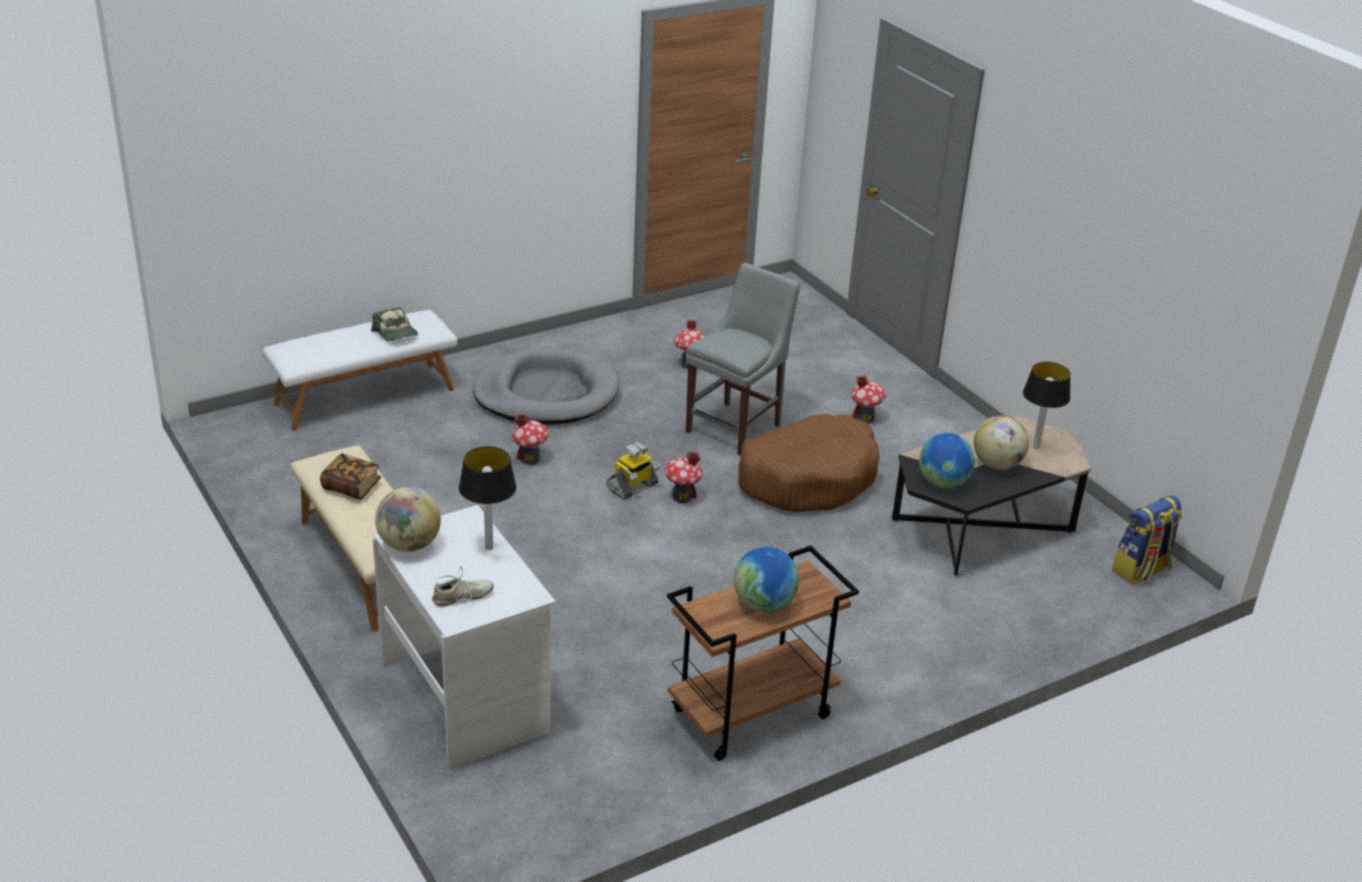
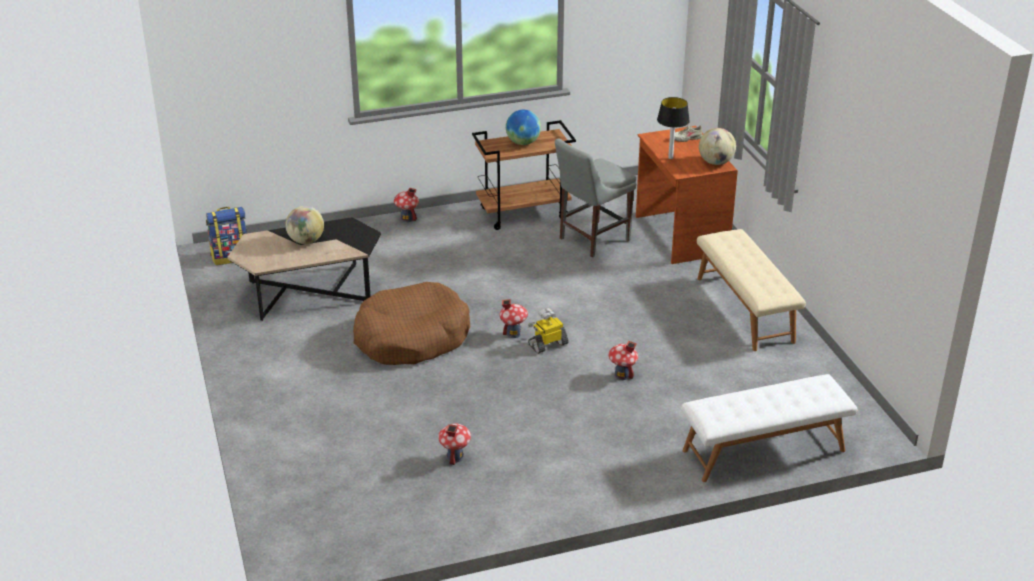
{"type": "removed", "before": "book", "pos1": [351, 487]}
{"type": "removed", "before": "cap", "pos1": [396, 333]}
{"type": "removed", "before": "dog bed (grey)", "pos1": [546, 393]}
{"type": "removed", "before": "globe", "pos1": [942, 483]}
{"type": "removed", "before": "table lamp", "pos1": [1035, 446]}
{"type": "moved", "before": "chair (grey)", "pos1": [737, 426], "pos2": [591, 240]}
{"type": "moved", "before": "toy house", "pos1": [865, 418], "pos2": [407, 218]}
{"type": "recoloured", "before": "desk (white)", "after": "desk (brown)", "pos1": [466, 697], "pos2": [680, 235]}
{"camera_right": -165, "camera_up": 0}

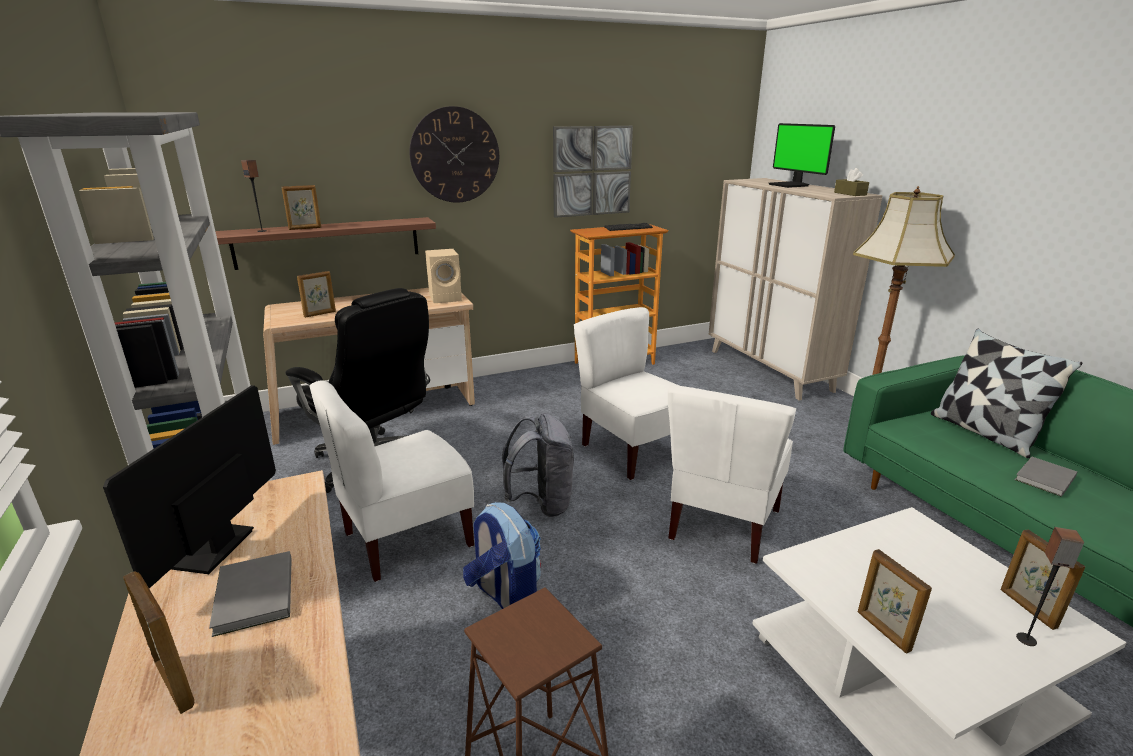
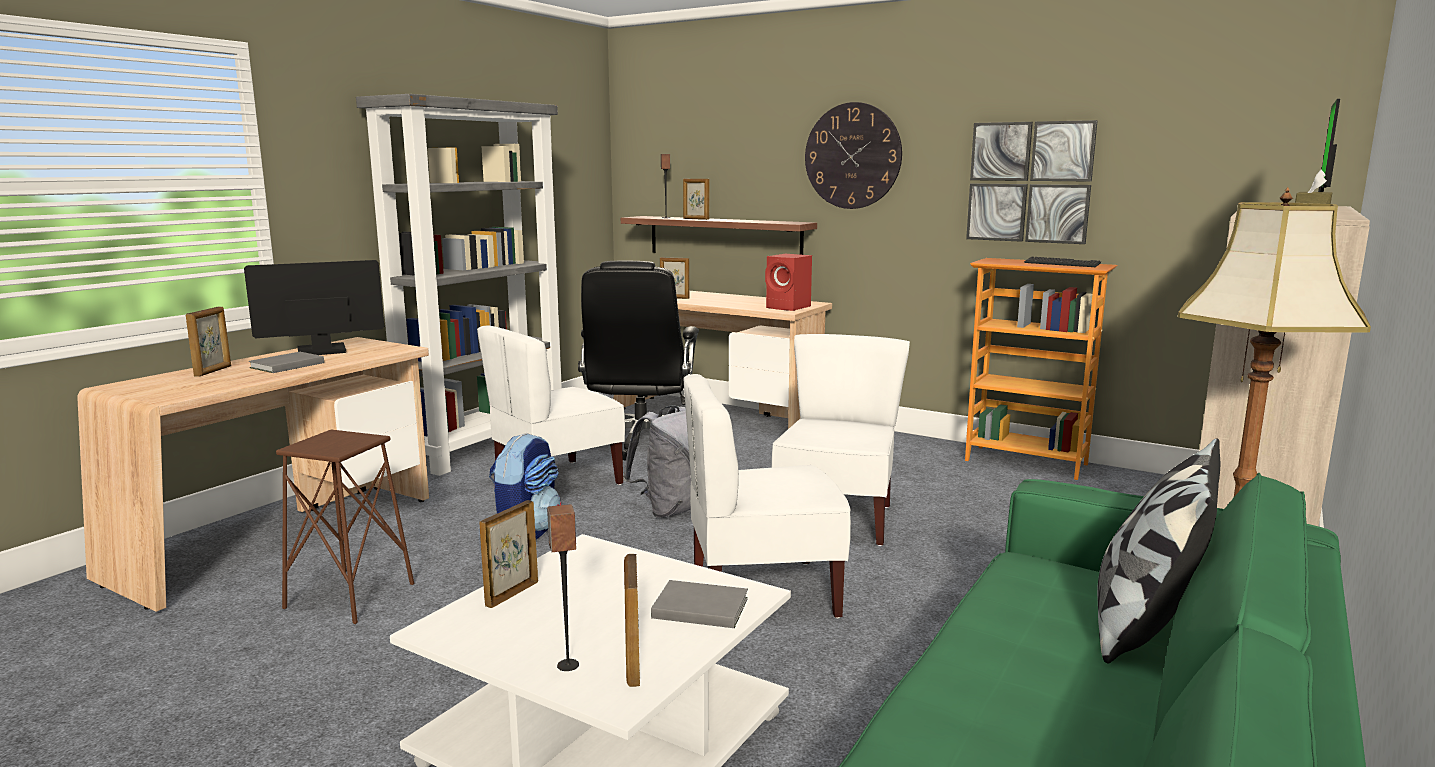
{"type": "moved", "before": "book (grey)", "pos1": [1043, 478], "pos2": [698, 607]}
{"type": "recoloured", "before": "speaker (beige)", "after": "speaker (red)", "pos1": [446, 298], "pos2": [789, 307]}
{"type": "turned", "before": "chair (white)", "pos1": [407, 539], "pos2": [557, 483], "turn": -60}
{"type": "turned", "before": "picture frame", "pos1": [1027, 608], "pos2": [632, 665], "turn": -45}
{"camera_right": 55, "camera_up": -10}

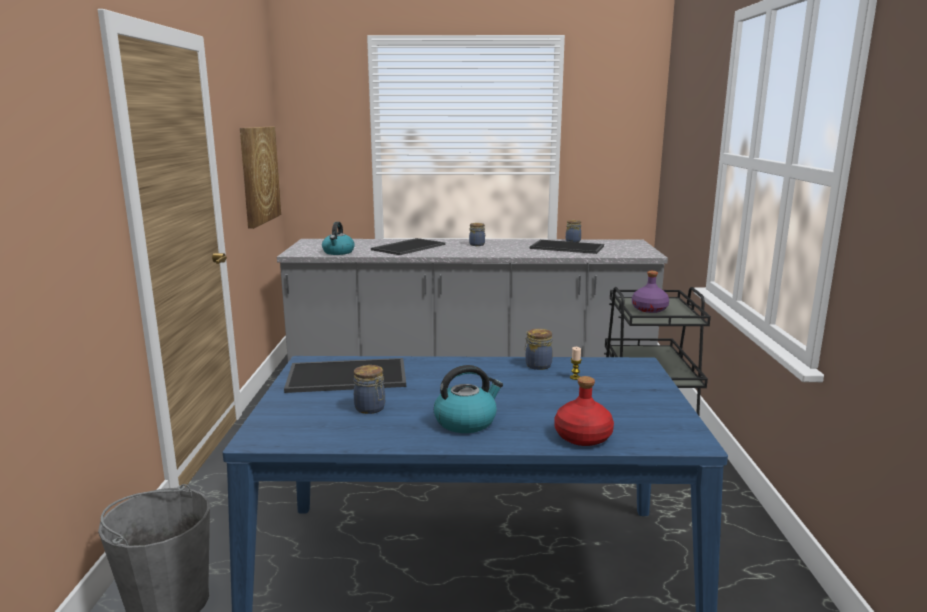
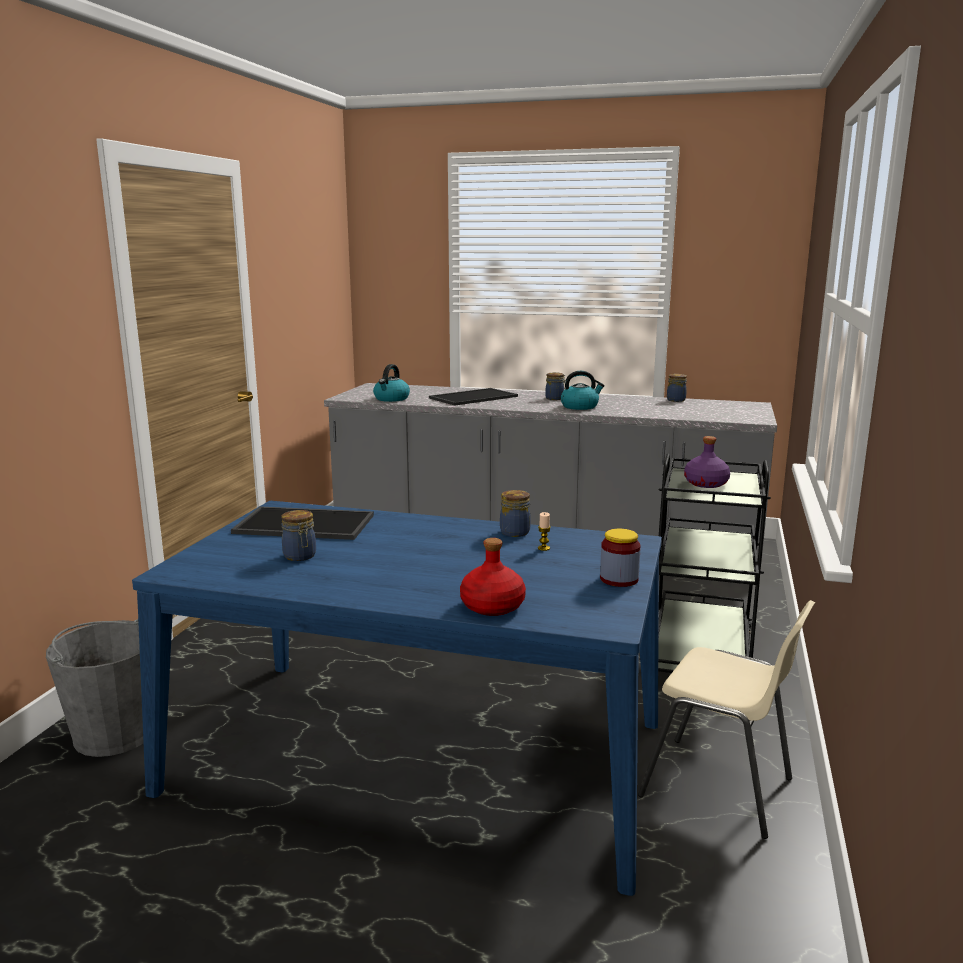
{"type": "removed", "before": "picture", "pos1": [259, 175]}
{"type": "removed", "before": "tray", "pos1": [566, 247]}
{"type": "added", "after": "jar", "pos2": [619, 579]}
{"type": "added", "after": "chair (beige)", "pos2": [720, 788]}
{"type": "moved", "before": "kettle", "pos1": [466, 421], "pos2": [580, 406]}
{"camera_right": 15, "camera_up": 0}

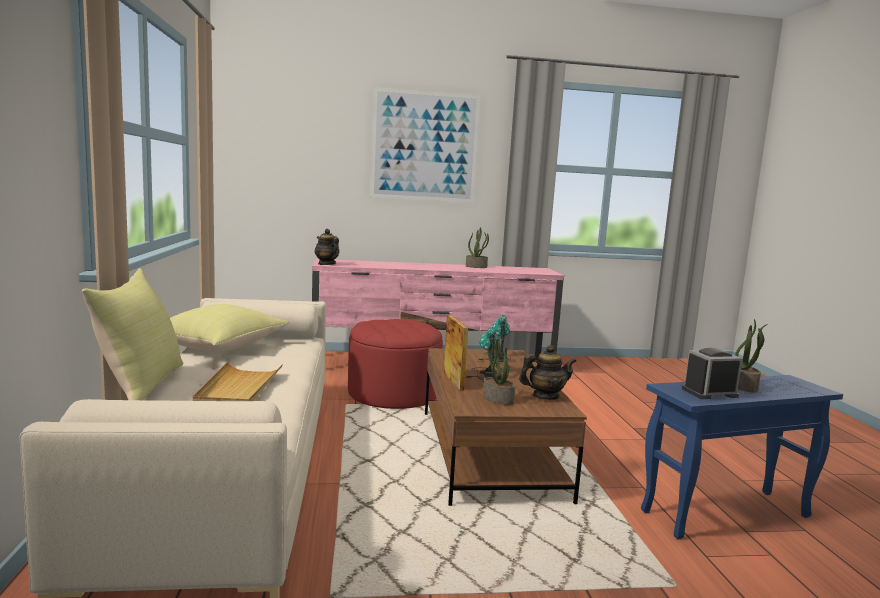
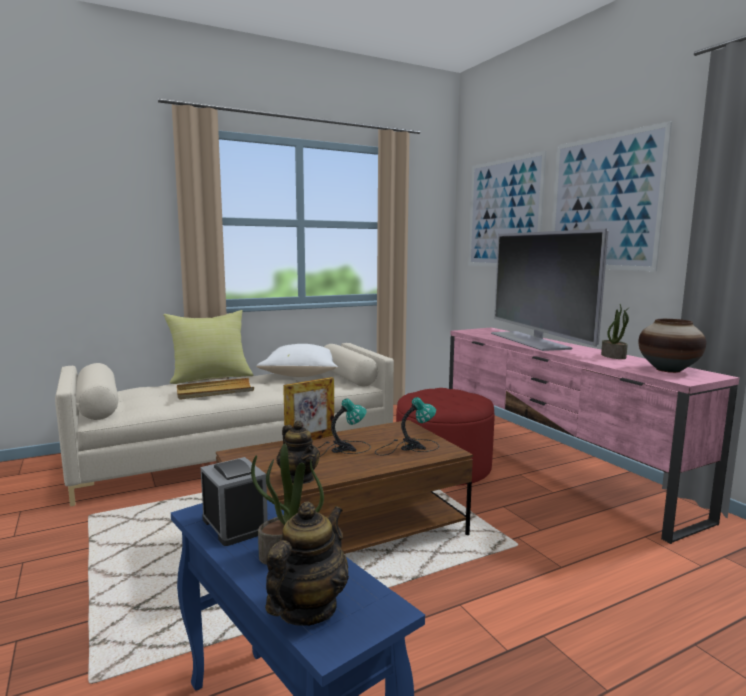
{"type": "removed", "before": "potted plant", "pos1": [497, 399]}
{"type": "added", "after": "picture", "pos2": [504, 213]}
{"type": "added", "after": "television", "pos2": [530, 340]}
{"type": "added", "after": "vase", "pos2": [668, 370]}
{"type": "moved", "before": "teapot", "pos1": [326, 264], "pos2": [307, 609]}
{"type": "recoloured", "before": "pillow (yellow)", "after": "pillow (white)", "pos1": [218, 347], "pos2": [302, 375]}
{"camera_right": 70, "camera_up": 0}

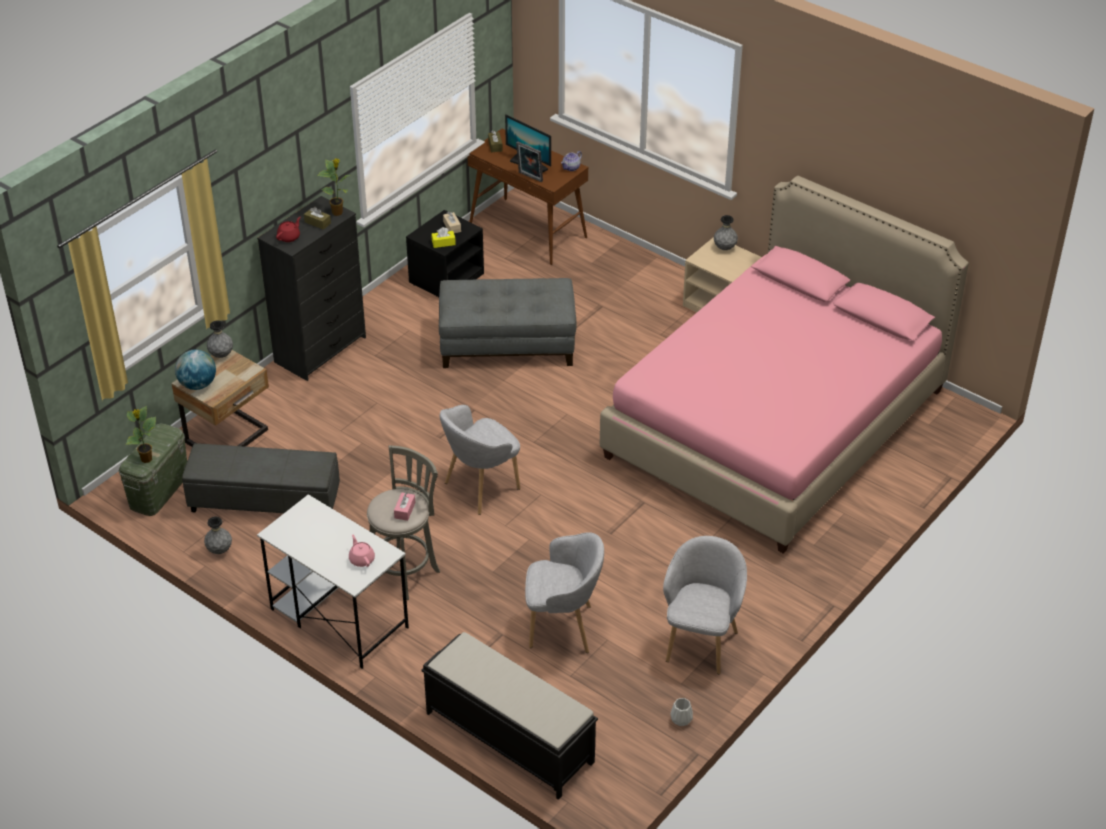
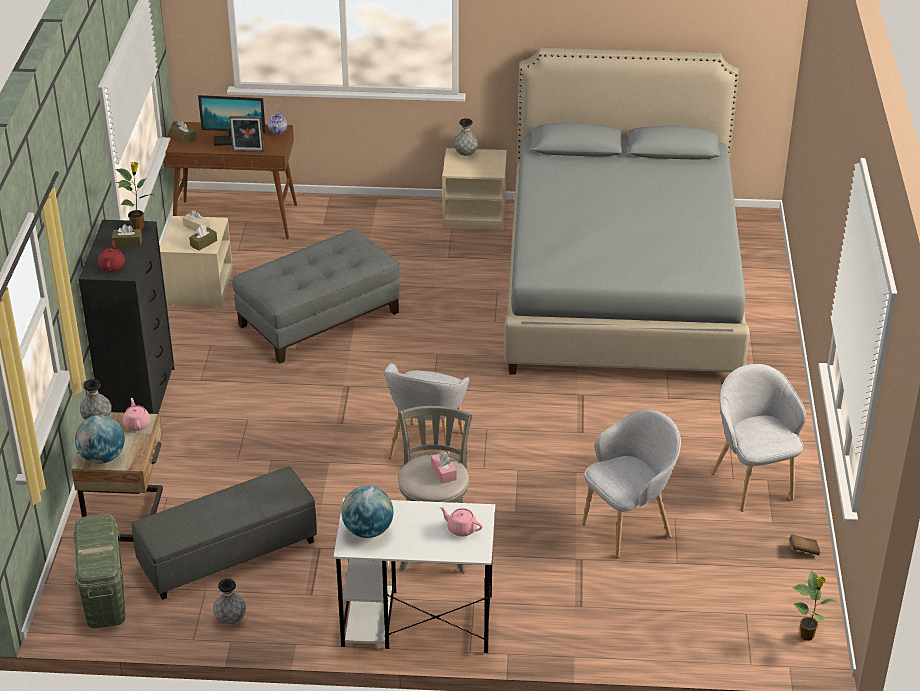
{"type": "removed", "before": "bench (black)", "pos1": [508, 737]}
{"type": "added", "after": "teapot (pink)", "pos2": [137, 424]}
{"type": "added", "after": "globe", "pos2": [368, 530]}
{"type": "moved", "before": "potted plant", "pos1": [146, 459], "pos2": [808, 636]}
{"type": "replaced", "before": "vase (white)", "after": "book (brown)", "pos1": [680, 719], "pos2": [803, 550]}
{"type": "recoloured", "before": "nightstand (black)", "after": "nightstand (beige)", "pos1": [446, 278], "pos2": [199, 287]}
{"type": "recoloured", "before": "tissue box (yellow)", "after": "tissue box (brown)", "pos1": [443, 243], "pos2": [203, 243]}
{"type": "recoloured", "before": "bed (pink)", "after": "bed (grey)", "pos1": [775, 423], "pos2": [621, 286]}
{"camera_right": -35, "camera_up": -5}

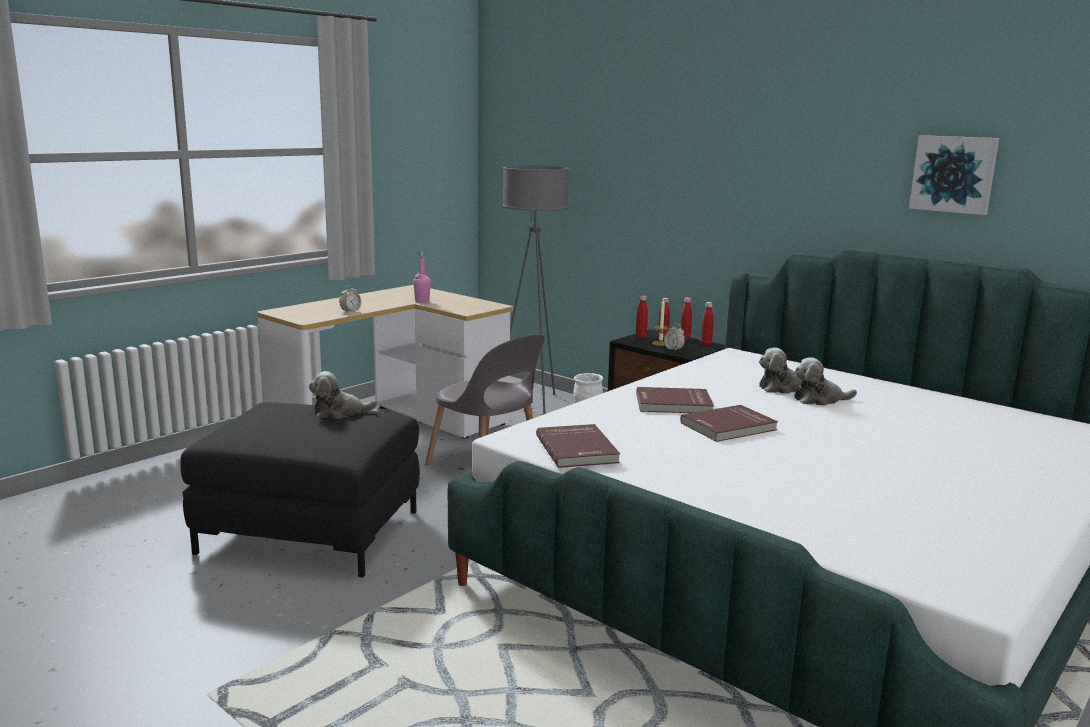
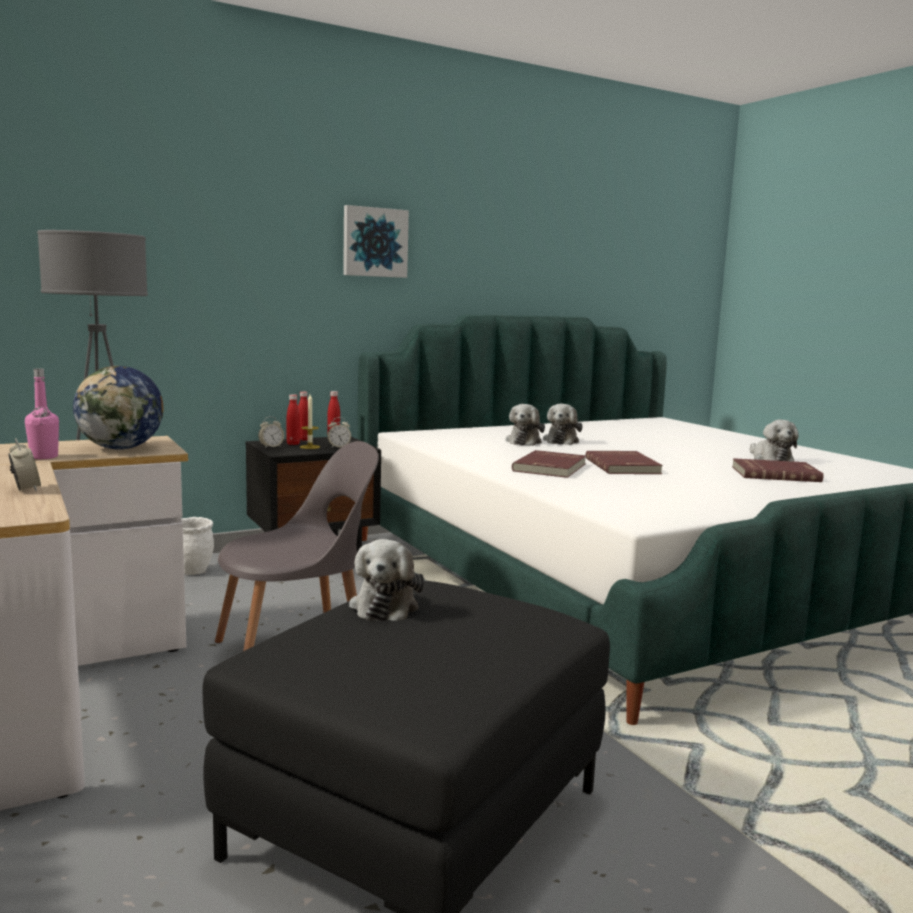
{"type": "added", "after": "globe", "pos2": [121, 448]}
{"type": "added", "after": "plush toy", "pos2": [770, 459]}
{"type": "moved", "before": "book (red)", "pos1": [578, 449], "pos2": [775, 474]}
{"type": "moved", "before": "picture", "pos1": [954, 174], "pos2": [374, 242]}
{"type": "replaced", "before": "bottle (red)", "after": "alarm clock", "pos1": [641, 336], "pos2": [271, 447]}
{"camera_right": -70, "camera_up": -5}

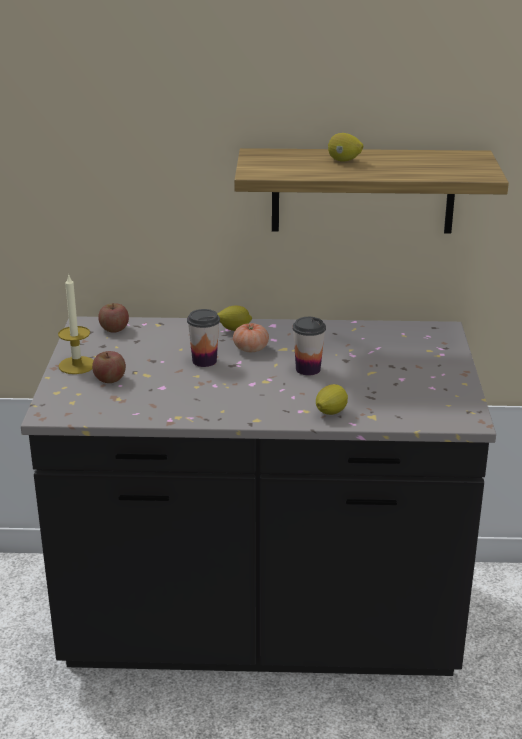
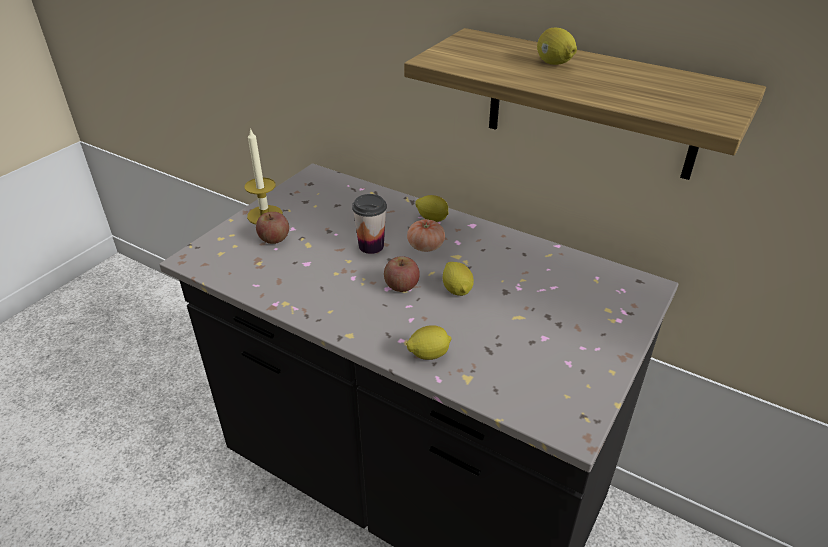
{"type": "moved", "before": "apple", "pos1": [114, 329], "pos2": [401, 286]}
{"type": "replaced", "before": "cup", "after": "lemon", "pos1": [308, 369], "pos2": [457, 290]}
{"camera_right": 30, "camera_up": 10}

